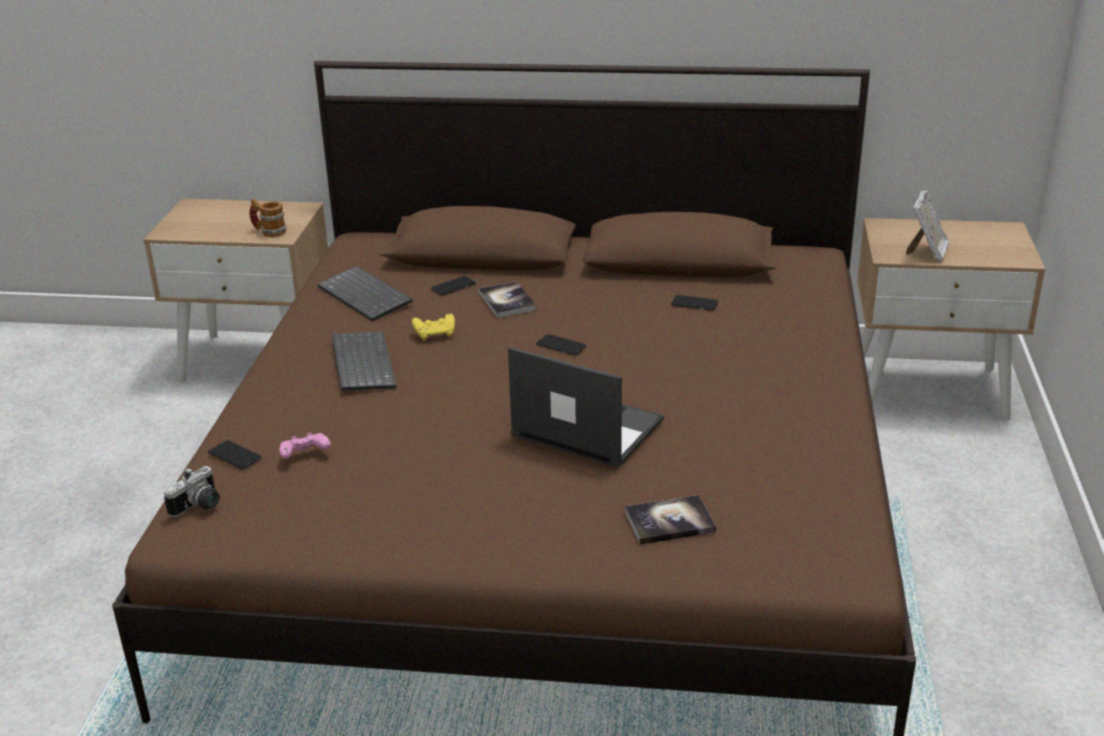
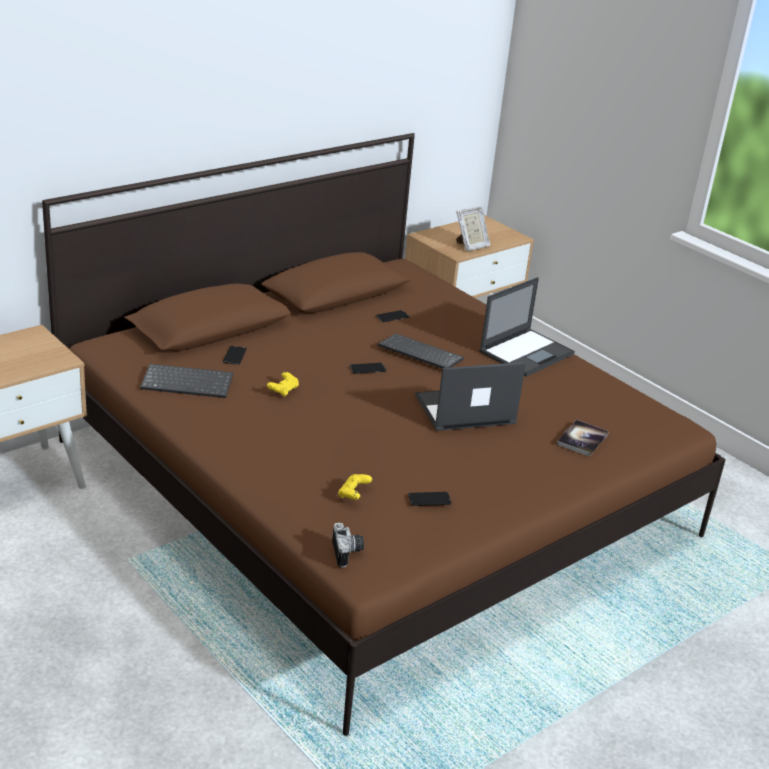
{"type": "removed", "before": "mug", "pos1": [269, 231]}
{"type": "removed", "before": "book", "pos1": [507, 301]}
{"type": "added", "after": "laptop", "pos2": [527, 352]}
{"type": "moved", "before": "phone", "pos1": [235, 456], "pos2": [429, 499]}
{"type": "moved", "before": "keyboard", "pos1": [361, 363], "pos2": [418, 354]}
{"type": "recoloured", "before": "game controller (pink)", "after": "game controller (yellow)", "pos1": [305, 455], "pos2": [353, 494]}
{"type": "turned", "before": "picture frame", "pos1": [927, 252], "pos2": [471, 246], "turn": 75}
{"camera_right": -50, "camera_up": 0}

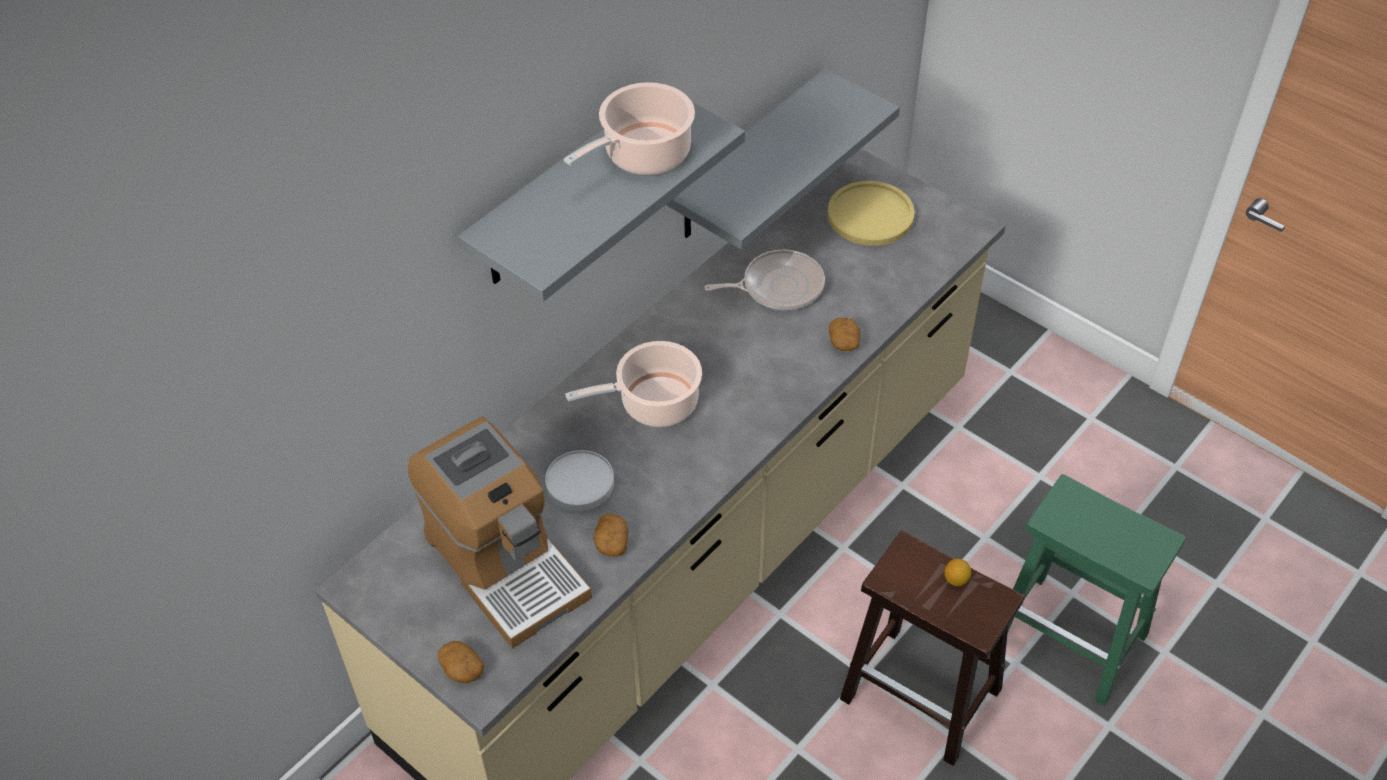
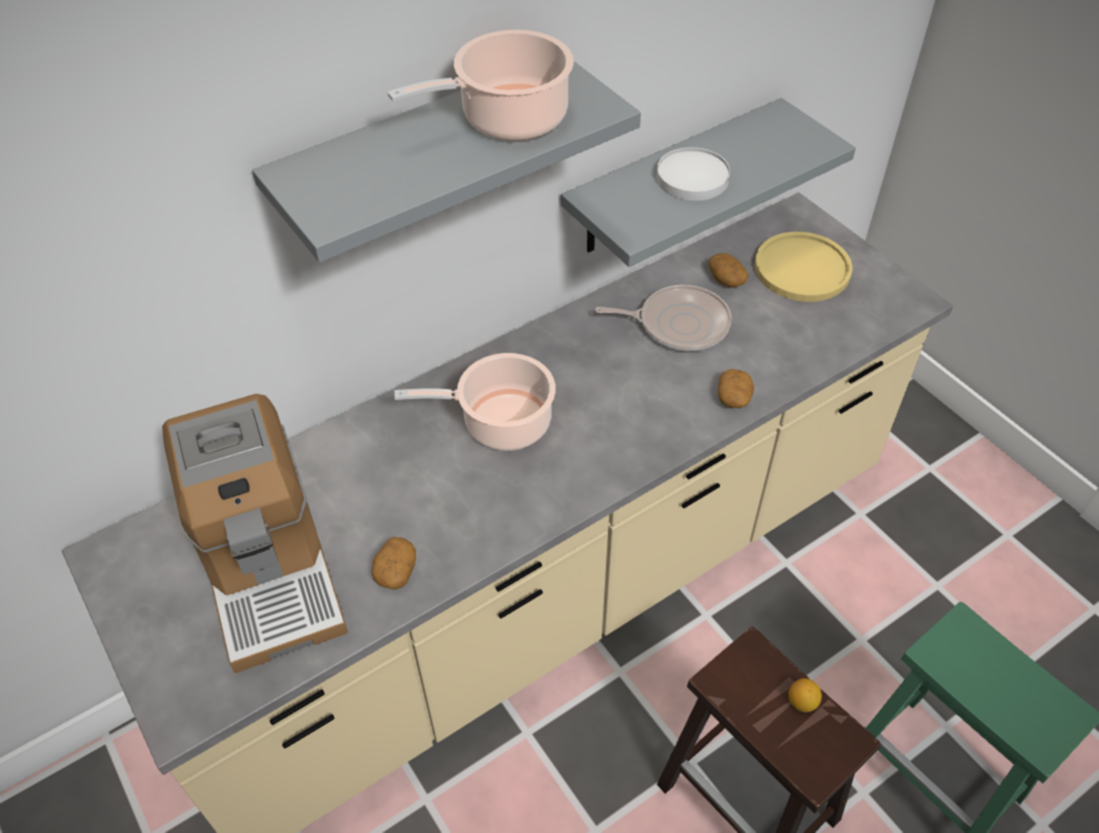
{"type": "moved", "before": "potato", "pos1": [461, 669], "pos2": [726, 279]}
{"type": "moved", "before": "plate (white)", "pos1": [579, 483], "pos2": [692, 178]}
{"camera_right": 15, "camera_up": 0}

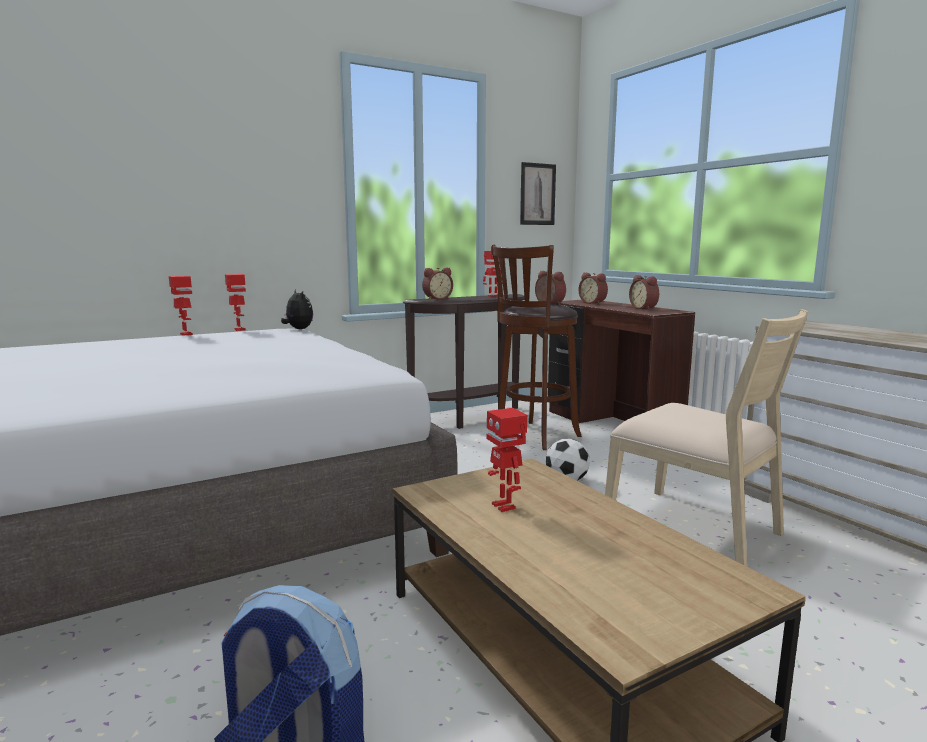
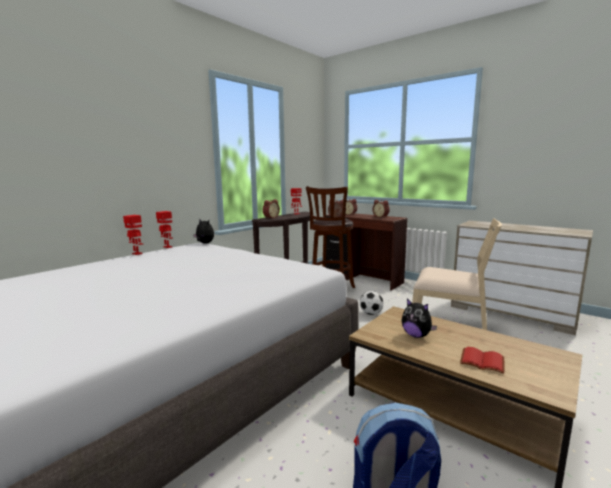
{"type": "removed", "before": "picture", "pos1": [537, 194]}
{"type": "added", "after": "book (red)", "pos2": [481, 362]}
{"type": "replaced", "before": "toy robot", "after": "plush toy", "pos1": [505, 506], "pos2": [416, 335]}
{"camera_right": -20, "camera_up": 0}

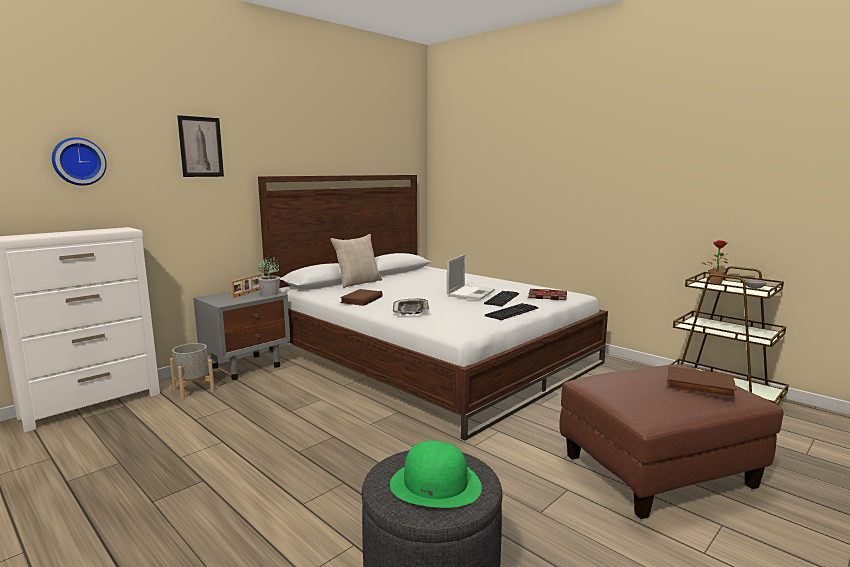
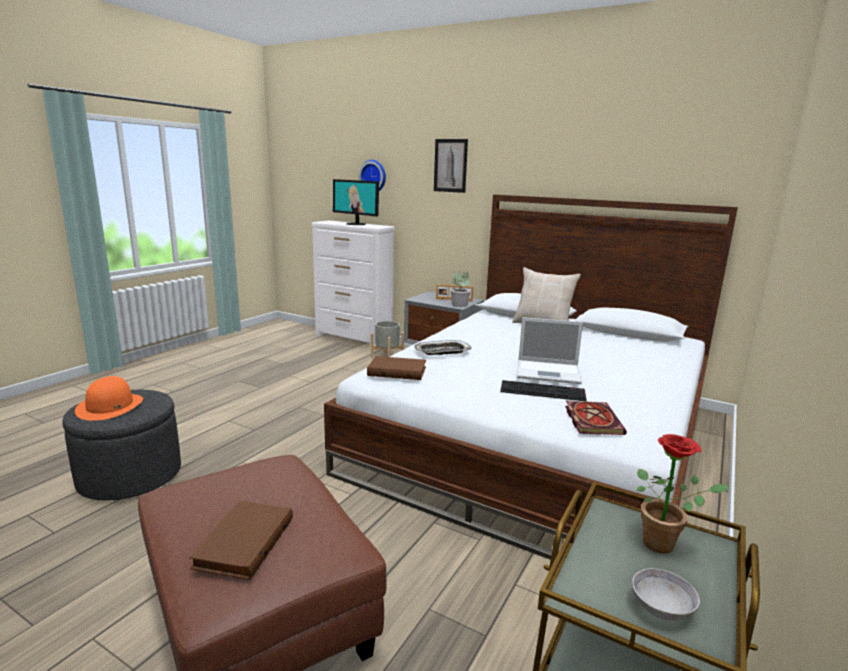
{"type": "removed", "before": "keyboard", "pos1": [511, 311]}
{"type": "added", "after": "monitor", "pos2": [356, 224]}
{"type": "moved", "before": "book (brown)", "pos1": [361, 300], "pos2": [397, 371]}
{"type": "recoloured", "before": "hat (green)", "after": "hat (orange)", "pos1": [436, 484], "pos2": [110, 406]}
{"camera_right": 75, "camera_up": 5}

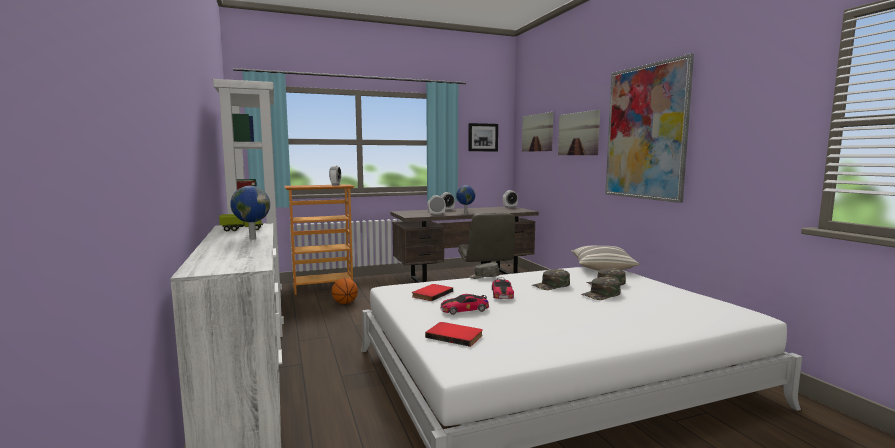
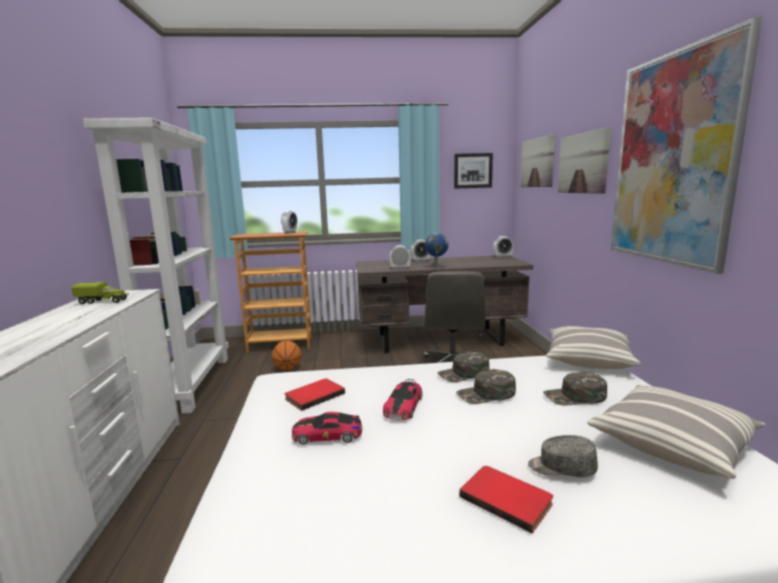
{"type": "removed", "before": "globe", "pos1": [252, 239]}
{"type": "added", "after": "pillow", "pos2": [672, 444]}
{"type": "moved", "before": "book (red)", "pos1": [455, 335], "pos2": [507, 498]}
{"type": "moved", "before": "cap (grey)", "pos1": [484, 277], "pos2": [561, 468]}
{"type": "moved", "before": "cap (green)", "pos1": [601, 294], "pos2": [464, 374]}
{"camera_right": 15, "camera_up": 5}

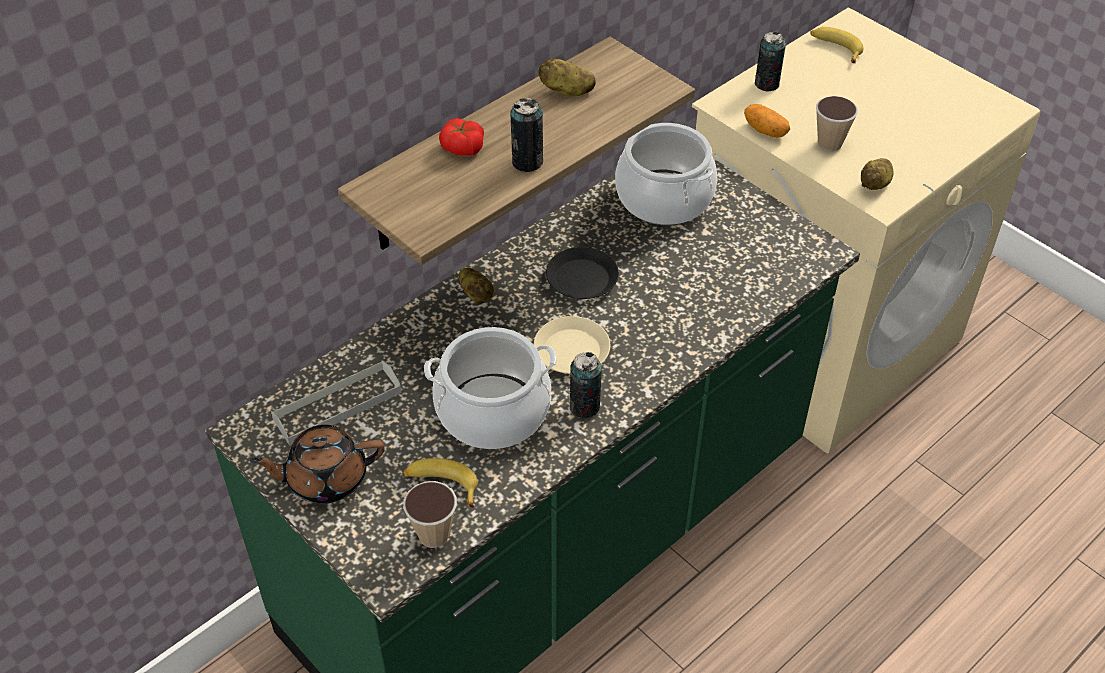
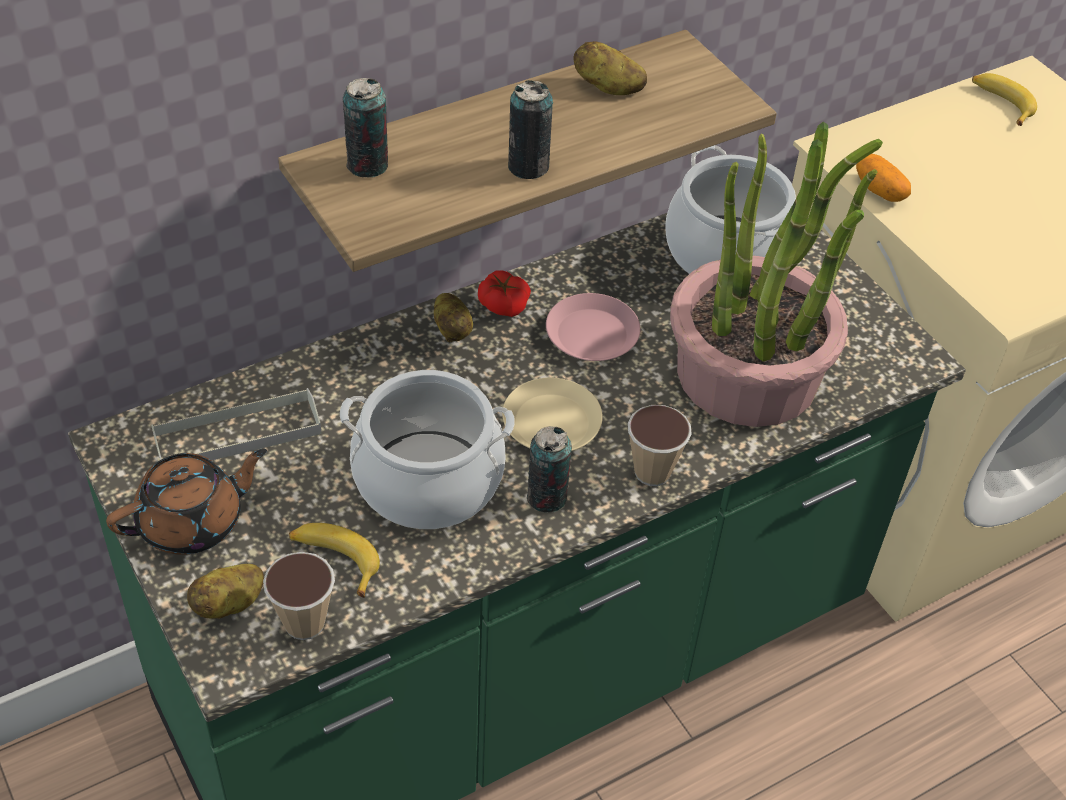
{"type": "added", "after": "potted plant", "pos2": [748, 374]}
{"type": "moved", "before": "tomato", "pos1": [462, 147], "pos2": [503, 304]}
{"type": "moved", "before": "can", "pos1": [766, 84], "pos2": [367, 165]}
{"type": "moved", "before": "cup", "pos1": [829, 143], "pos2": [652, 472]}
{"type": "moved", "before": "potato", "pos1": [875, 184], "pos2": [230, 604]}
{"type": "recoloured", "before": "plate (black)", "after": "plate (pink)", "pos1": [582, 278], "pos2": [592, 334]}
{"type": "turned", "before": "teapot (brown)", "pos1": [325, 478], "pos2": [193, 522], "turn": 150}
{"camera_right": 10, "camera_up": 0}

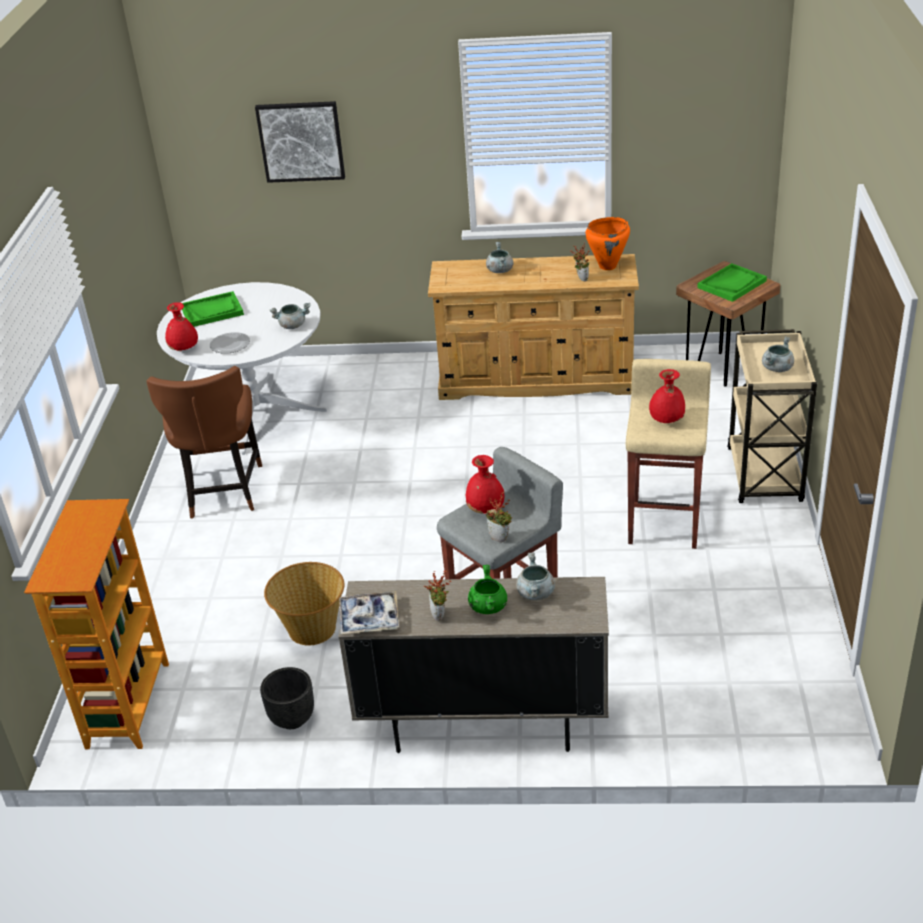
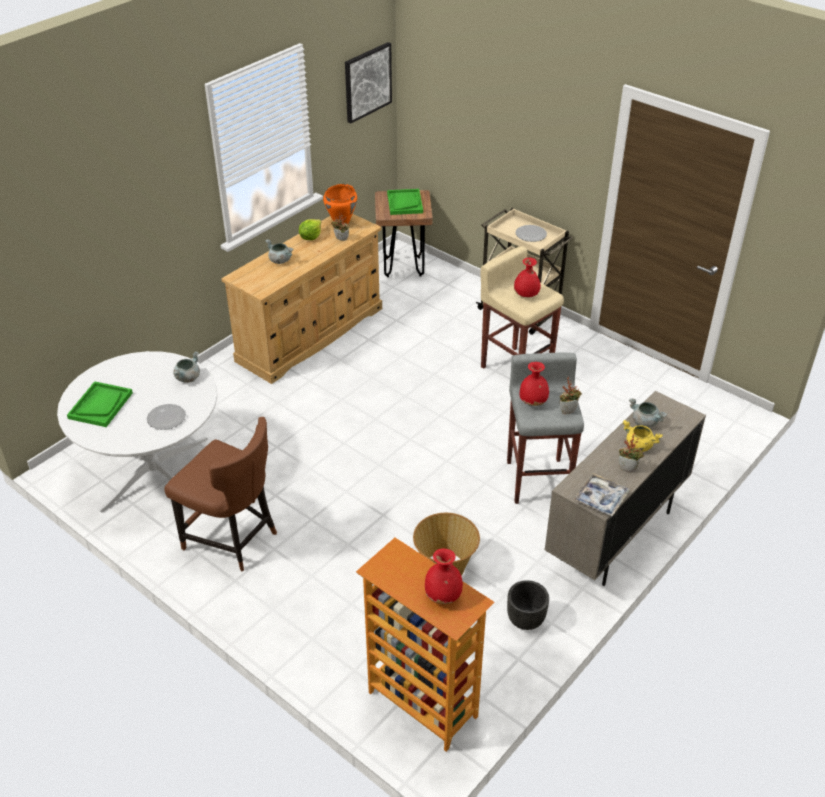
{"type": "added", "after": "lettuce", "pos2": [310, 237]}
{"type": "moved", "before": "vase (red)", "pos1": [184, 349], "pos2": [444, 596]}
{"type": "moved", "before": "picture", "pos1": [301, 141], "pos2": [367, 82]}
{"type": "replaced", "before": "cooking pot (grey)", "after": "plate", "pos1": [777, 368], "pos2": [531, 235]}
{"type": "recoloured", "before": "cooking pot (green)", "after": "cooking pot (yellow)", "pos1": [488, 606], "pos2": [638, 446]}
{"camera_right": -55, "camera_up": 5}

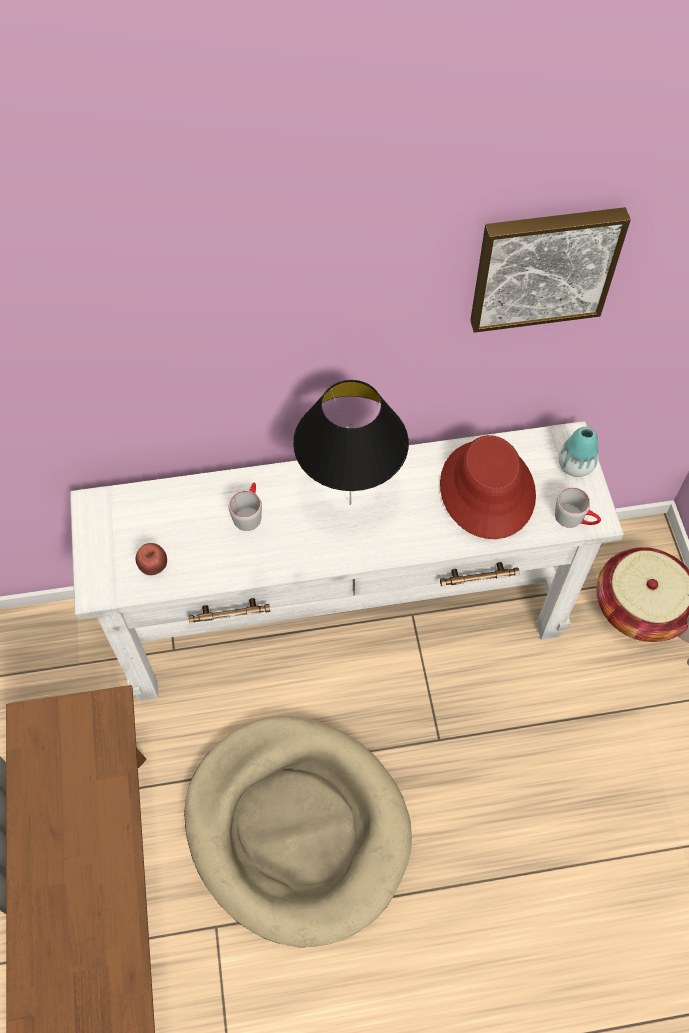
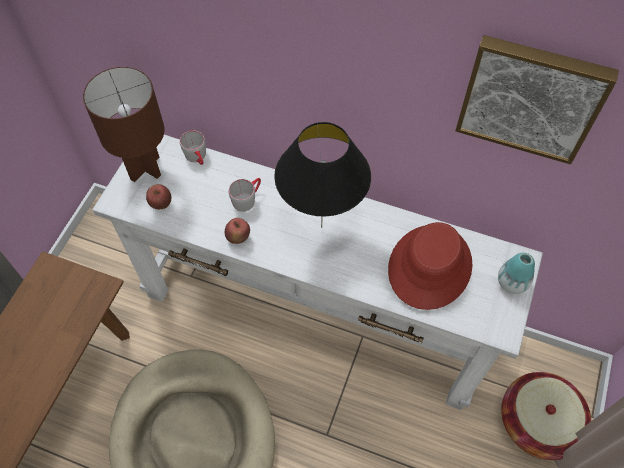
{"type": "added", "after": "table lamp (brown)", "pos2": [144, 168]}
{"type": "added", "after": "apple", "pos2": [238, 238]}
{"type": "moved", "before": "mug (grey)", "pos1": [575, 519], "pos2": [197, 157]}
{"camera_right": 30, "camera_up": 0}

